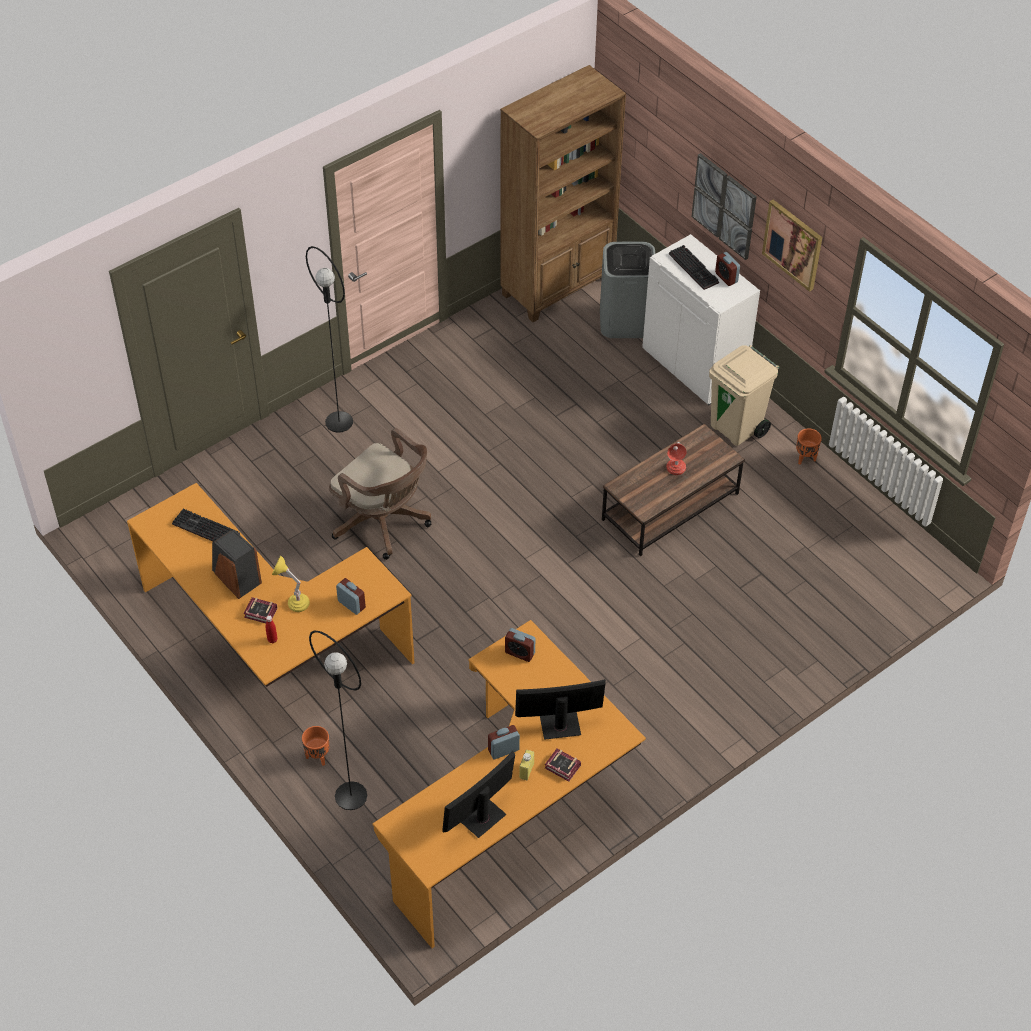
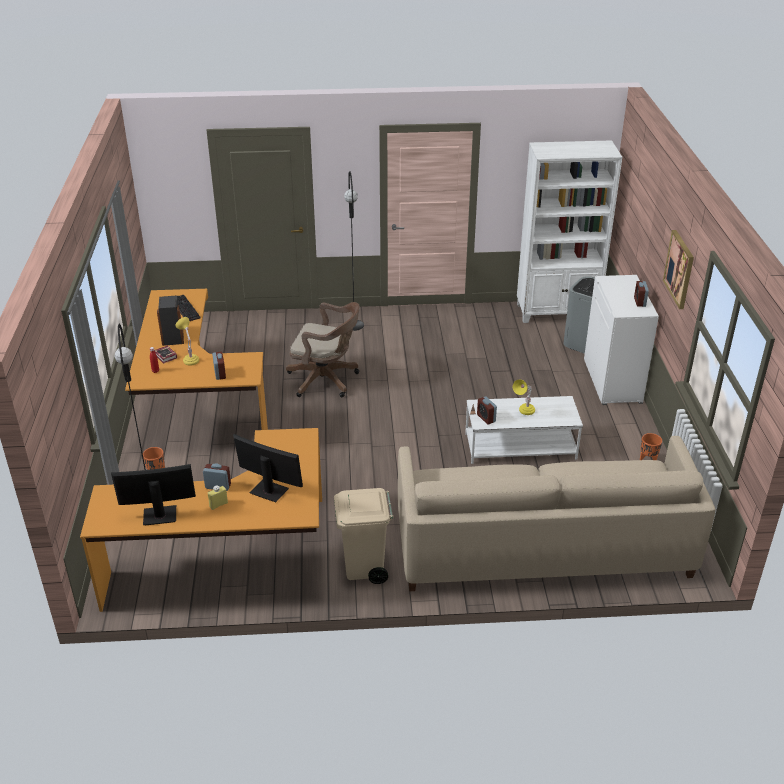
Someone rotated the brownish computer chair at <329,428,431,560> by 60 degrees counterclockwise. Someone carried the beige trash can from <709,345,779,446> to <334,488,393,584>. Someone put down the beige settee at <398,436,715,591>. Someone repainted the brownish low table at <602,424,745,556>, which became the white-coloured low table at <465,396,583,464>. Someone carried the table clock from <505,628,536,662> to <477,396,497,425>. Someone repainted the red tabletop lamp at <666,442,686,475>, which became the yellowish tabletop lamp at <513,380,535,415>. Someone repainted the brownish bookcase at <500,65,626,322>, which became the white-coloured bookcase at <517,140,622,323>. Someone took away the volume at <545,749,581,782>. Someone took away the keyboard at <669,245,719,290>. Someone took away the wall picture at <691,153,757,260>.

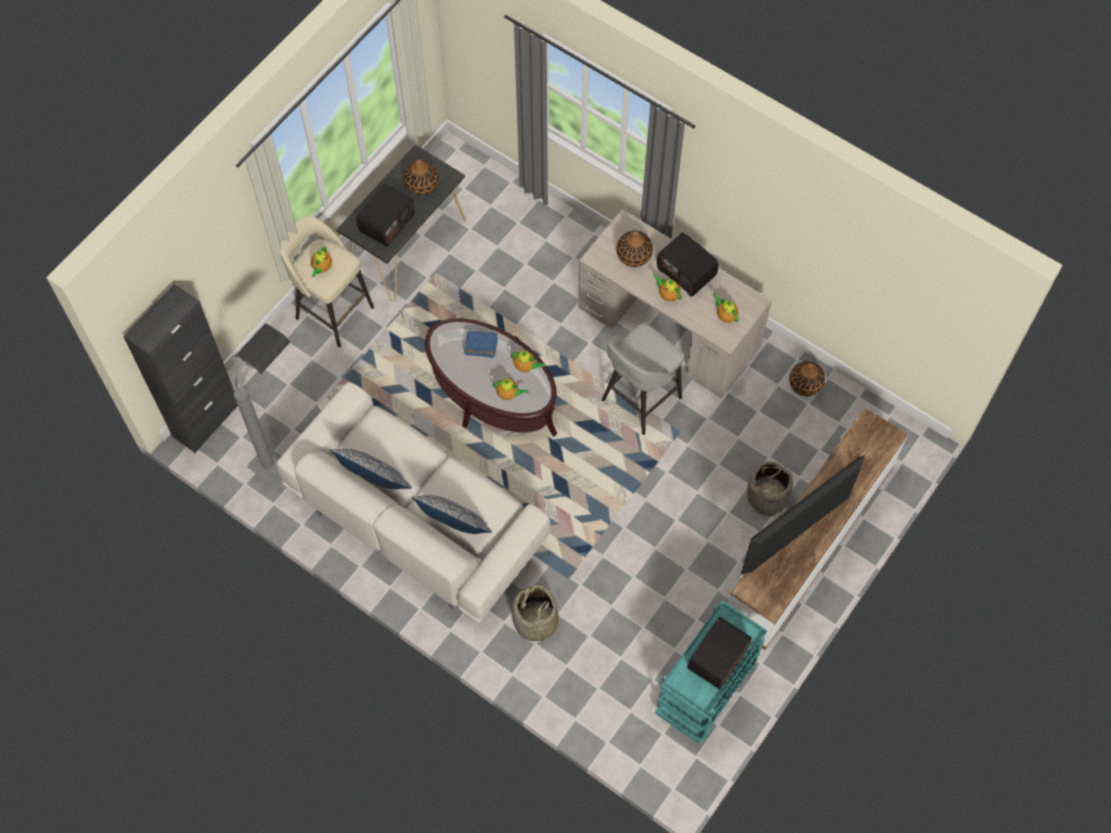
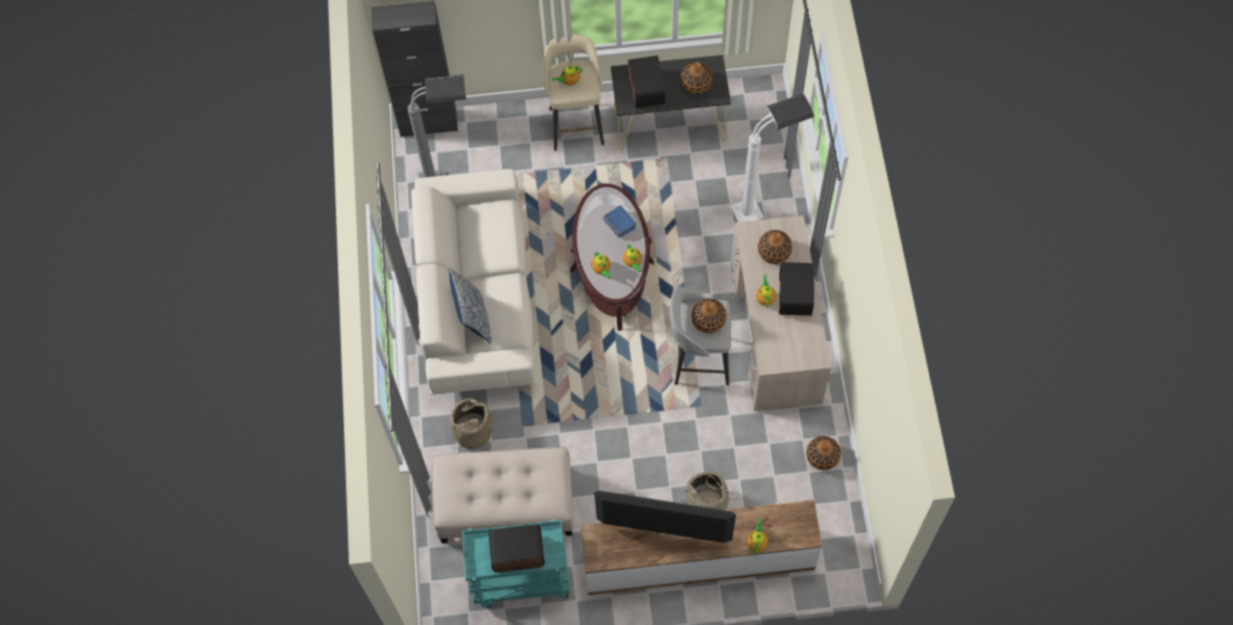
Someone put down the beige footrest at <432,447,573,543>. Someone rotated the radio set at <357,184,414,247> by 90 degrees counterclockwise. Someone put down the decorative vase at <691,298,726,333>. Someone put down the white-coloured floor lamp at <730,93,814,222>. Someone carried the teapot from <713,293,739,323> to <747,518,768,555>. Someone took away the throw pillow at <331,449,412,489>.

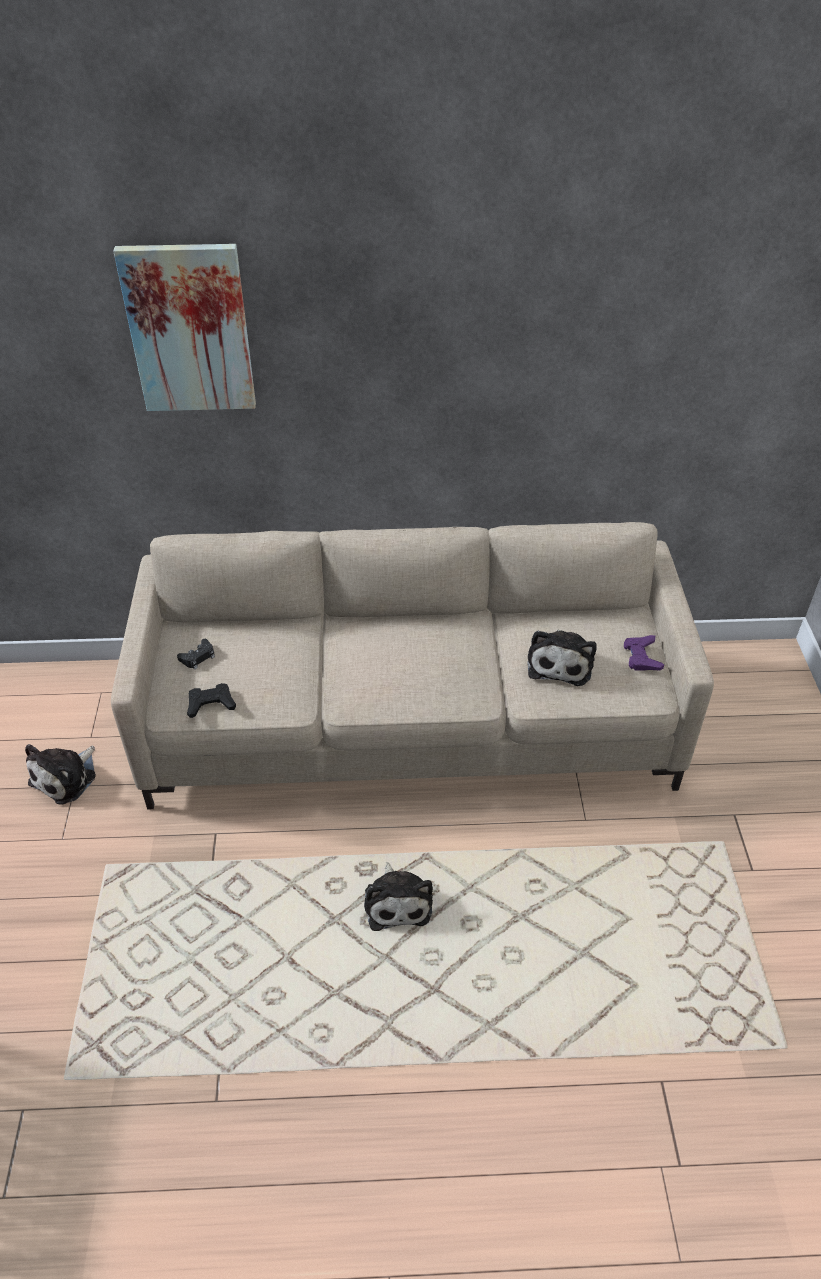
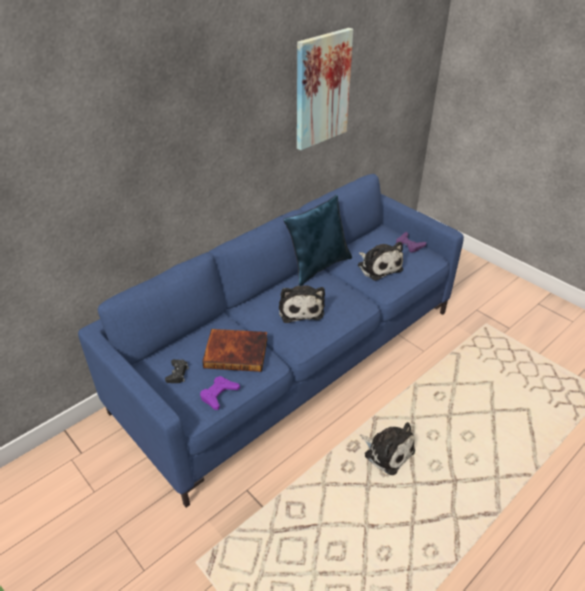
Someone repainted the beige settee at <111,522,714,809>, which became the blue-coloured settee at <78,174,464,508>. Someone repainted the blackish joypad at <187,683,236,718>, which became the purple-coloured joypad at <200,376,240,410>. Someone put down the volume at <202,329,267,372>. Someone carried the plush toy from <25,744,96,805> to <279,285,325,323>. Someone put down the blue-coloured throw pillow at <284,195,352,286>. Someone carried the wall picture from <113,244,256,411> to <297,28,353,150>.

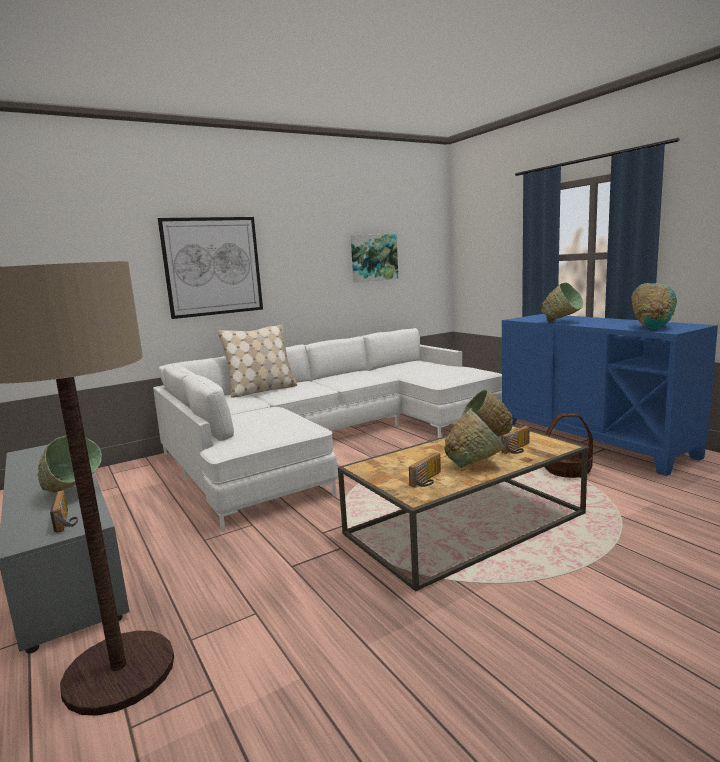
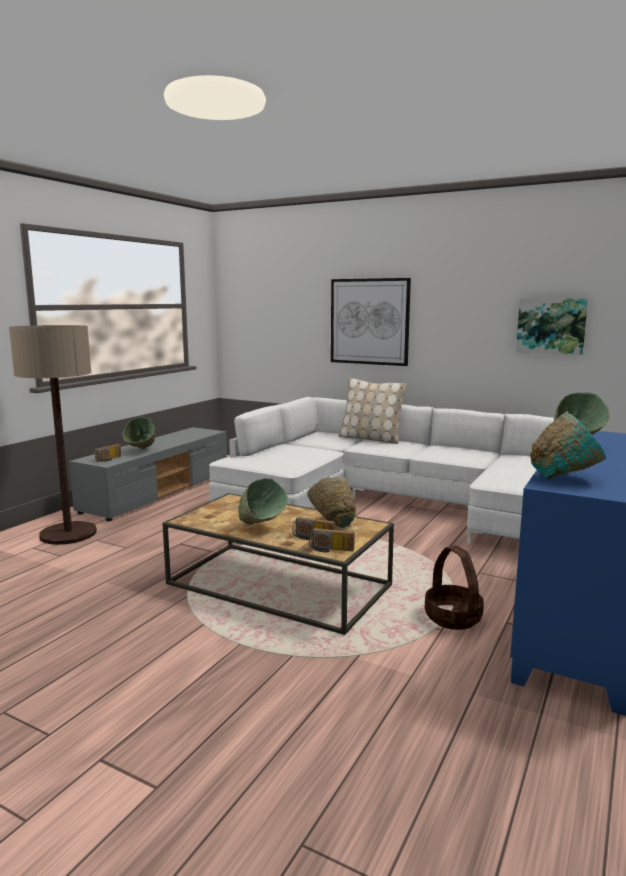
Someone carried the radio set from <409,453,441,487> to <309,528,355,552>.

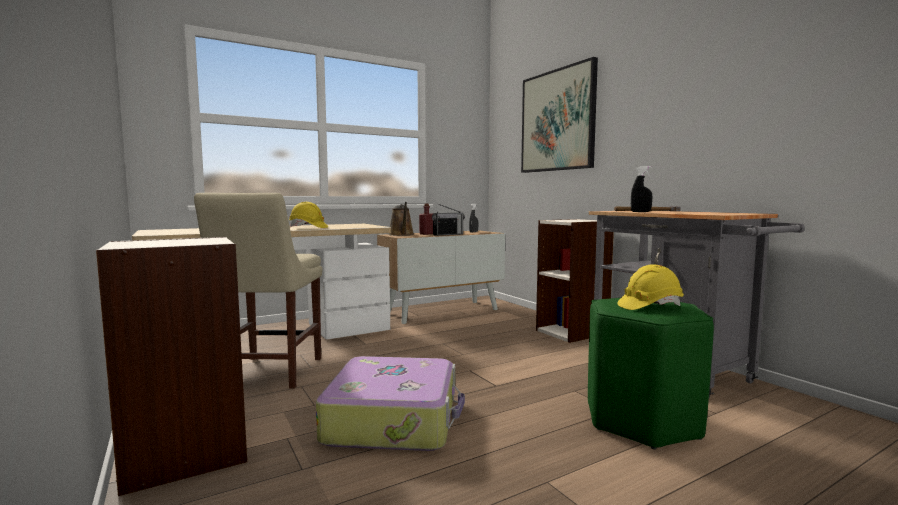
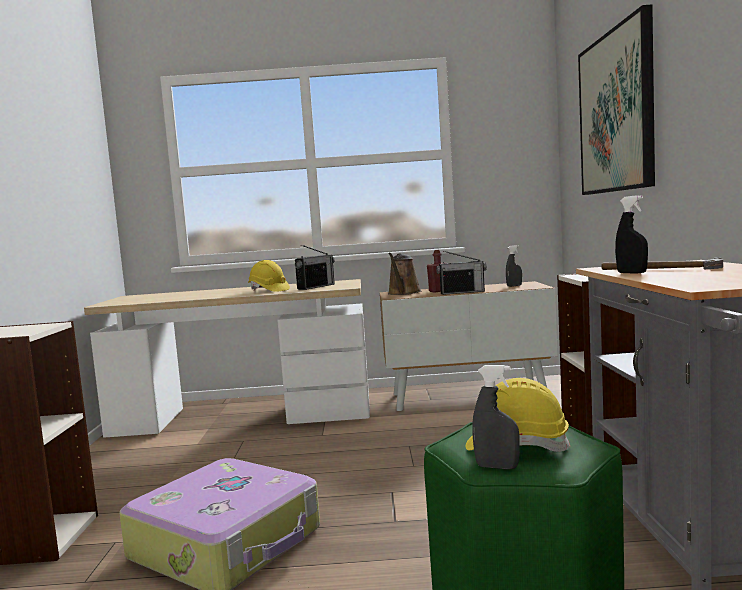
Someone put down the radio set at <295,245,335,290>. Someone put down the gray hand sprayer at <472,365,520,470>. Someone took away the beige chair at <194,193,322,389>.

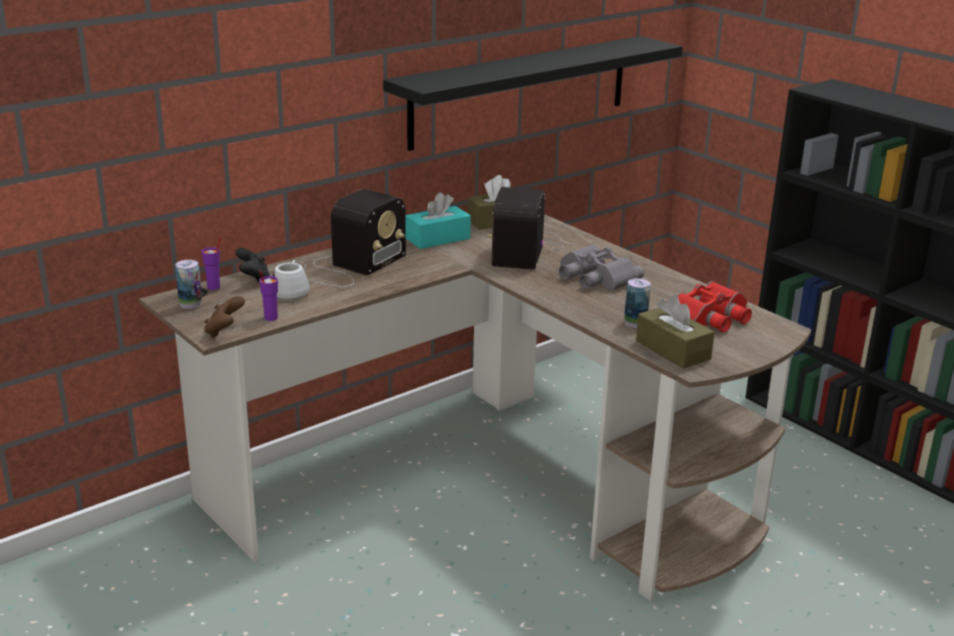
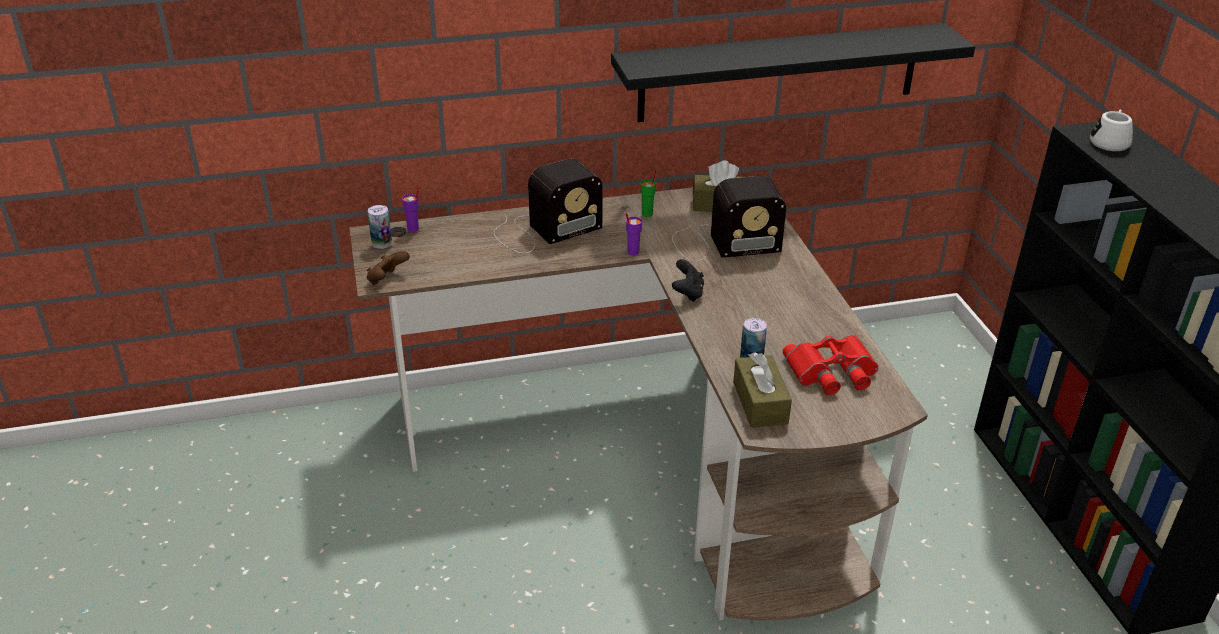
Someone carried the purple-coloured small cup from <259,270,278,321> to <626,213,642,256>. Someone swapped the turquoise tissue box at <405,192,471,249> for the greenish small cup at <641,170,657,217>. Someone rotated the radio set at <487,187,577,270> by 135 degrees counterclockwise. Someone carried the blackish joypad from <235,248,270,282> to <672,259,704,302>. Someone carried the white-coloured mug from <273,260,309,300> to <1090,110,1133,151>. Someone took away the gray pair of binoculars at <559,244,644,291>.

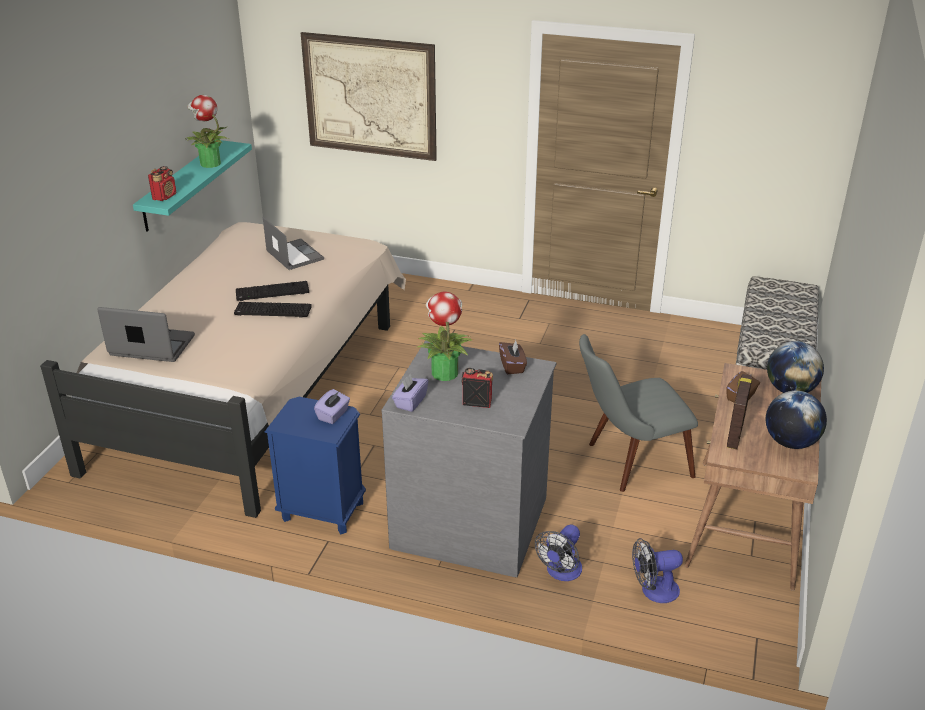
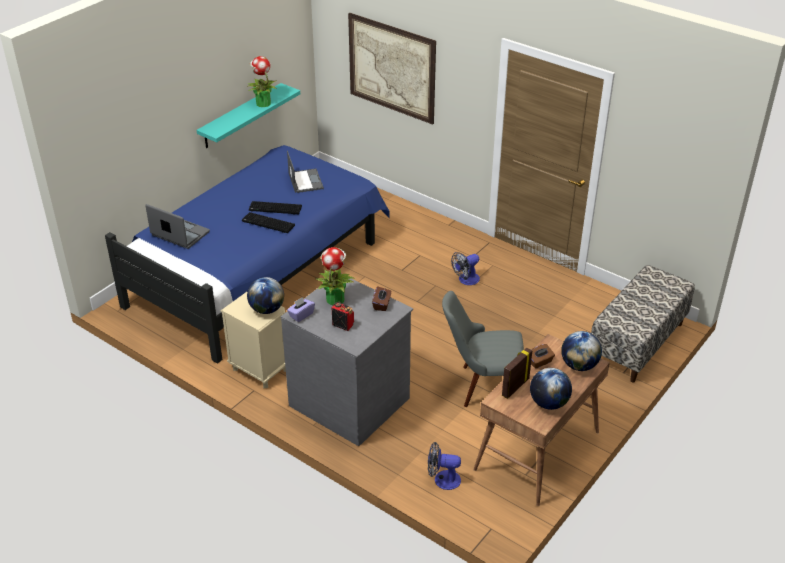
Someone repainted the beige sleeping bed at <40,222,406,518>, which became the blue-coloured sleeping bed at <105,145,390,364>. Someone repainted the blue-coloured nightstand at <265,397,366,534>, which became the beige nightstand at <221,292,286,388>. Someone swapped the purple-coloured tissue box at <314,389,350,424> for the world globe at <247,277,284,314>. Someone carried the cooling fan from <535,524,582,581> to <451,252,480,285>. Someone took away the radio set at <148,166,176,201>.

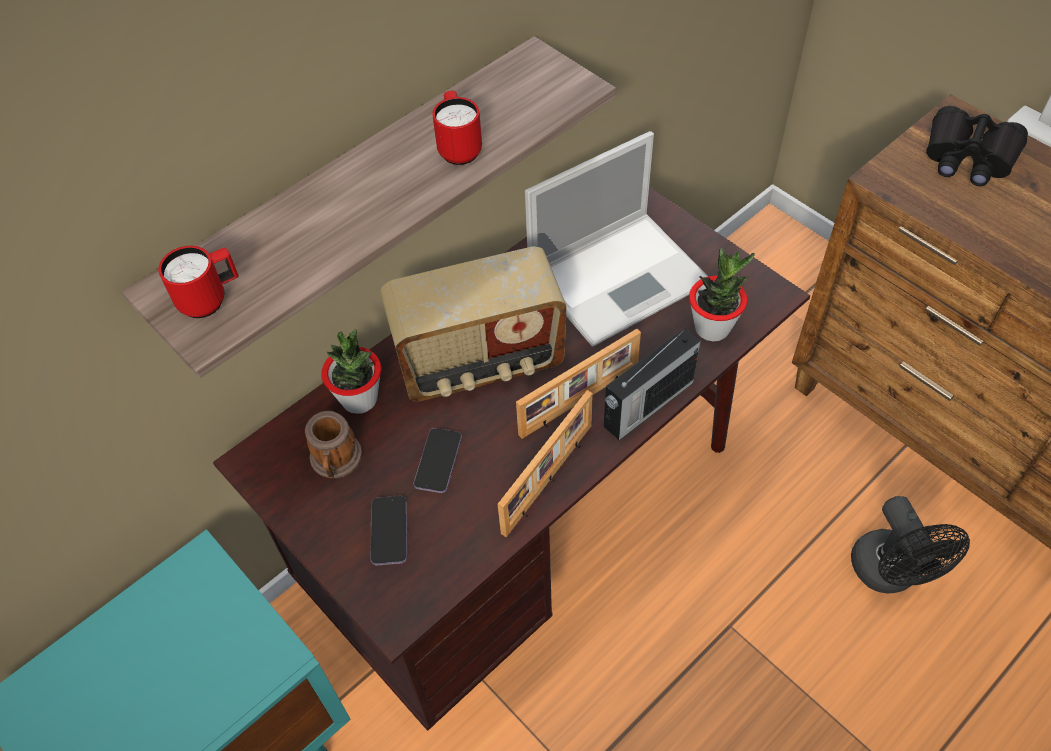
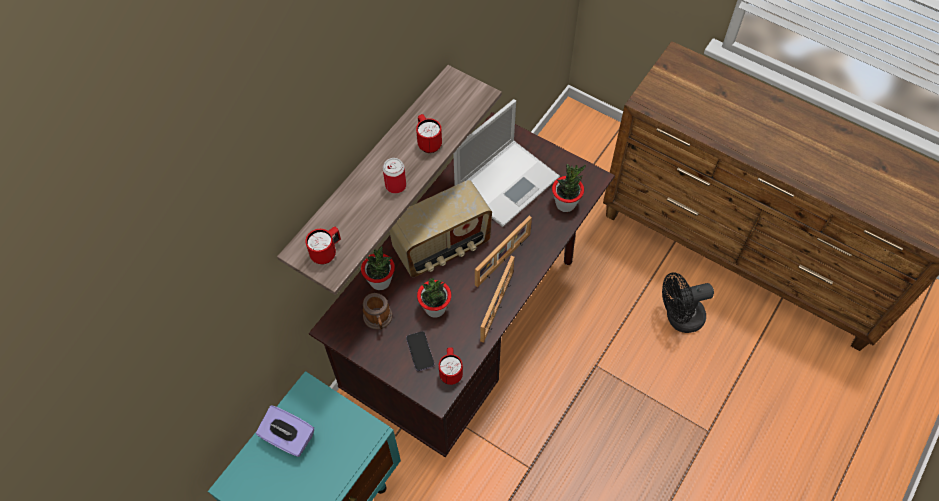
Someone put down the purple-coloured tissue box at <256,405,314,457>. Someone put down the can at <383,158,406,194>. Someone swapped the handset at <414,428,462,493> for the potted plant at <417,278,452,318>. Someone put down the red mug at <439,347,463,385>. Someone rotated the blackish cooling fan at <851,496,970,594> by 105 degrees clockwise. Someone took away the radio set at <604,328,701,440>. Someone took away the blackish pair of binoculars at <926,106,1028,186>.

